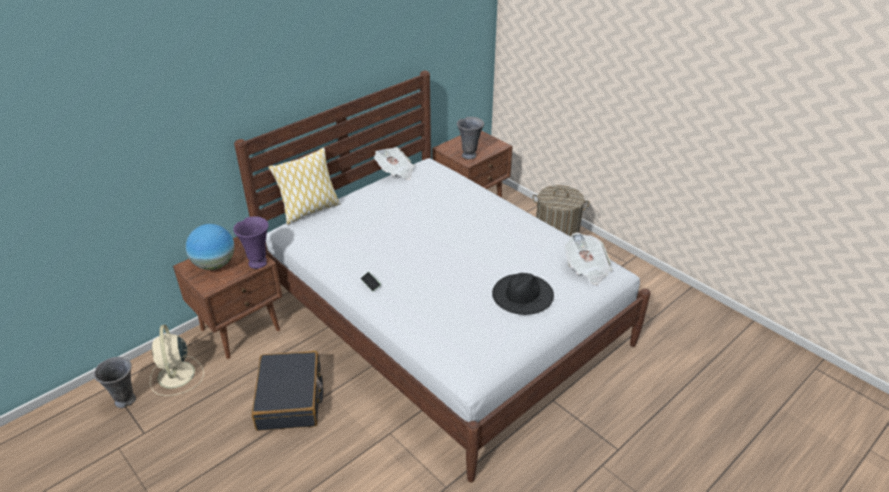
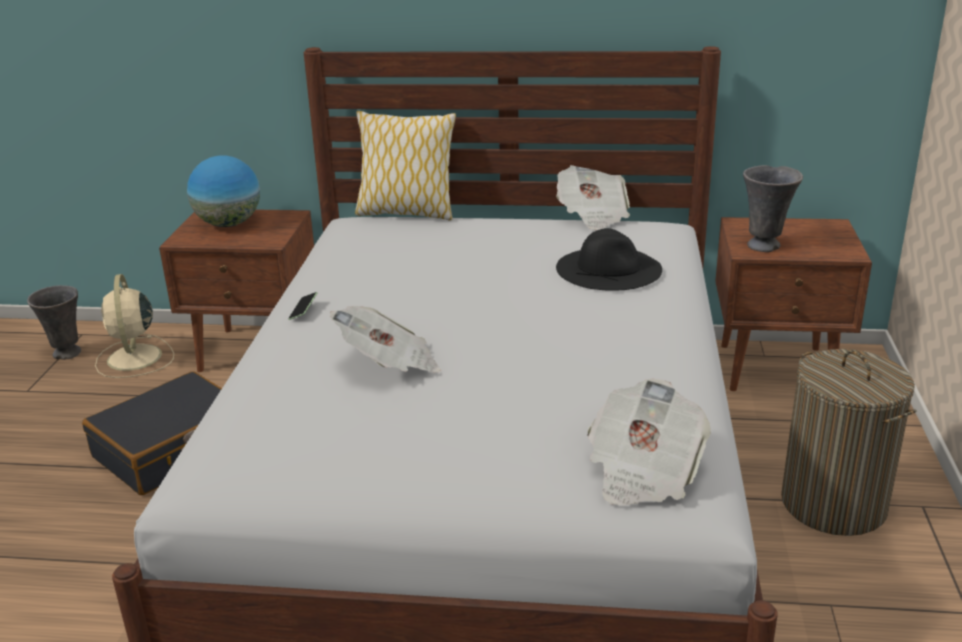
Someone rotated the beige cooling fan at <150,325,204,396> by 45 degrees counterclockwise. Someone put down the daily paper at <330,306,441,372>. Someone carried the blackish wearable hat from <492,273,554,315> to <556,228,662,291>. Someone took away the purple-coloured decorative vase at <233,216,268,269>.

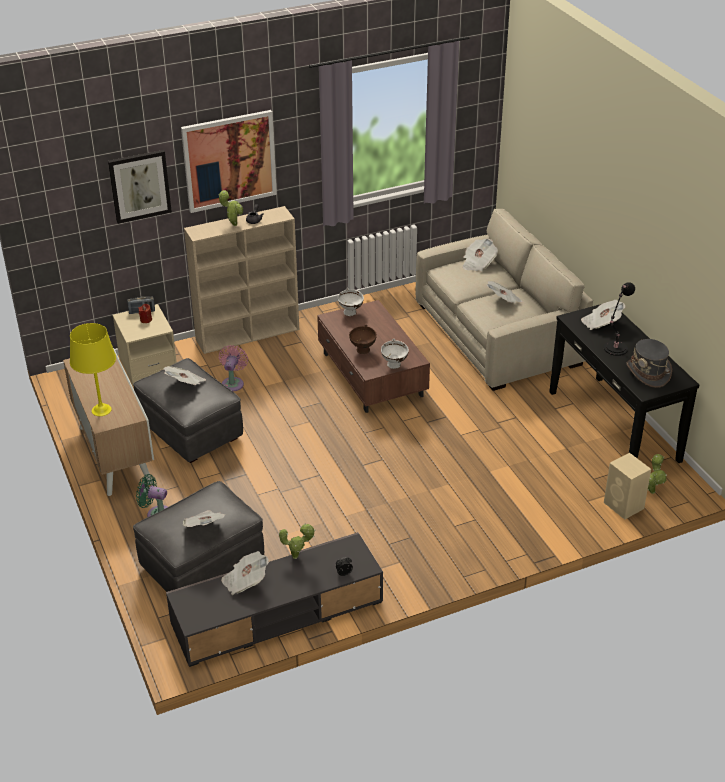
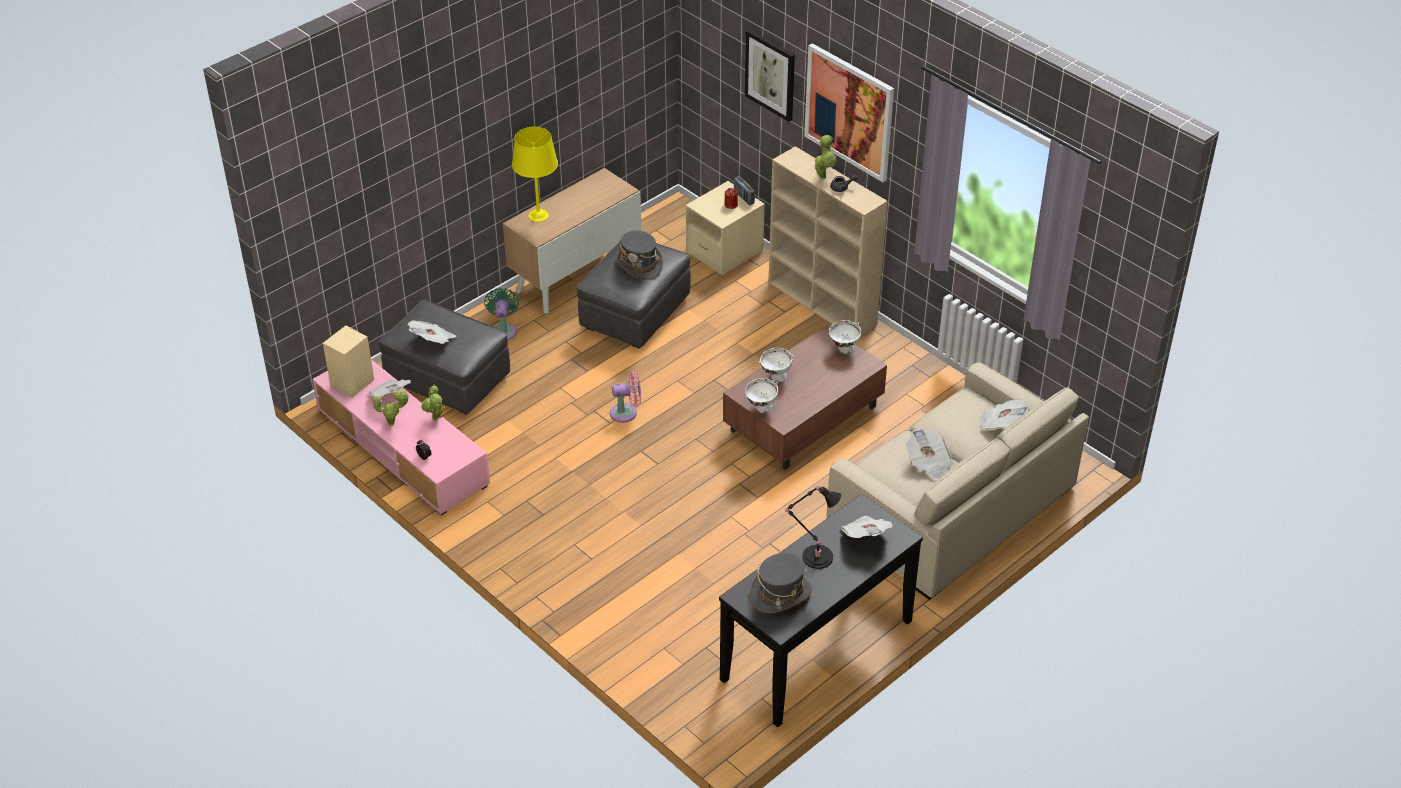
Someone repainted the gray tv stand at <166,532,383,667>, which became the pink tv stand at <312,359,490,516>. Someone carried the beige audio speaker from <604,453,651,520> to <323,326,374,398>. Someone carried the potted plant from <648,454,667,494> to <373,389,409,426>. Someone carried the pink cooling fan from <219,345,248,392> to <610,371,641,423>. Someone swapped the daily paper at <163,366,206,385> for the gray wearable hat at <615,230,663,280>. Someone repainted the brownish bowl at <349,325,377,354>, which became the white-coloured bowl at <759,348,793,382>.

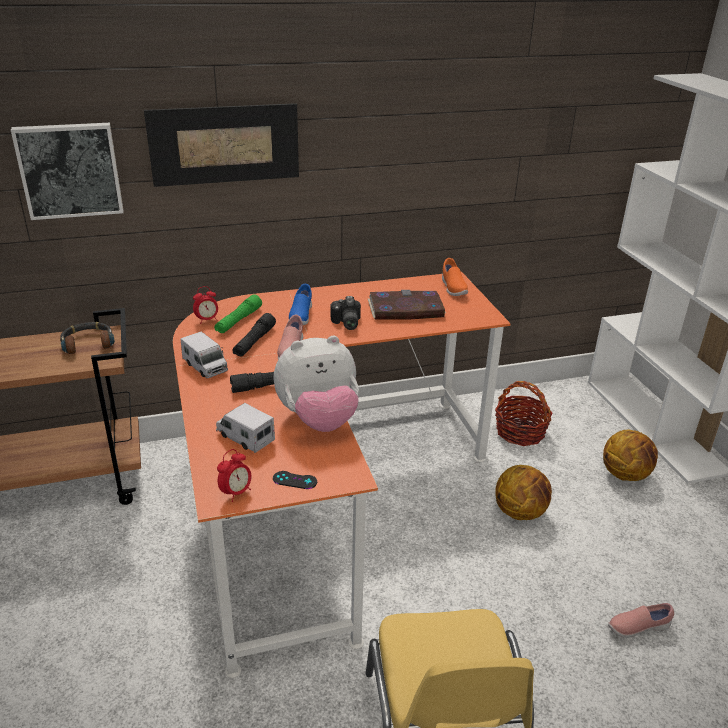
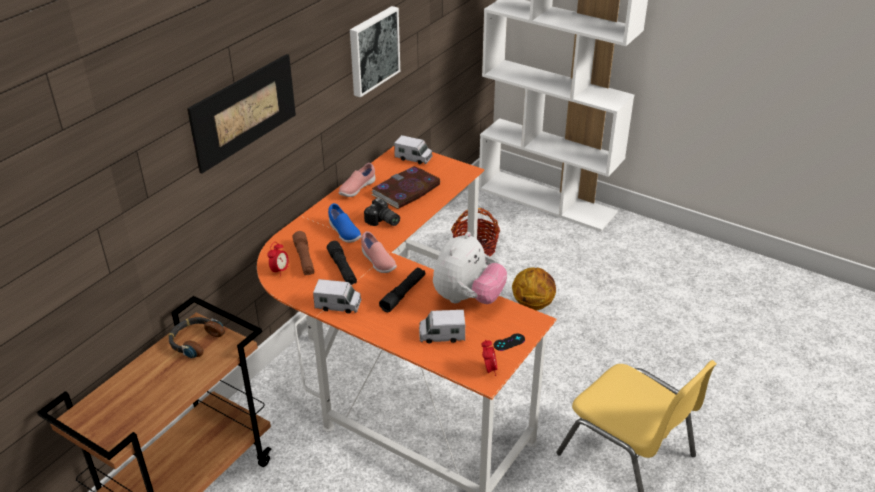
Someone repainted the greenish hand torch at <214,294,262,333>, which became the brownish hand torch at <292,231,315,275>. Someone carried the pink shoe from <608,603,674,638> to <339,163,375,197>. Someone carried the wall picture from <11,123,124,220> to <350,6,400,98>. Someone swapped the orange shoe at <442,258,468,296> for the model truck at <394,135,433,164>. Someone took away the basketball at <603,429,658,481>.

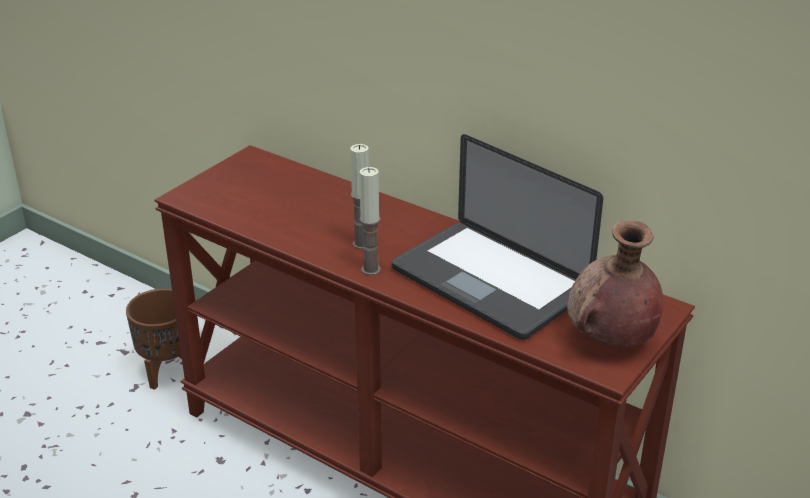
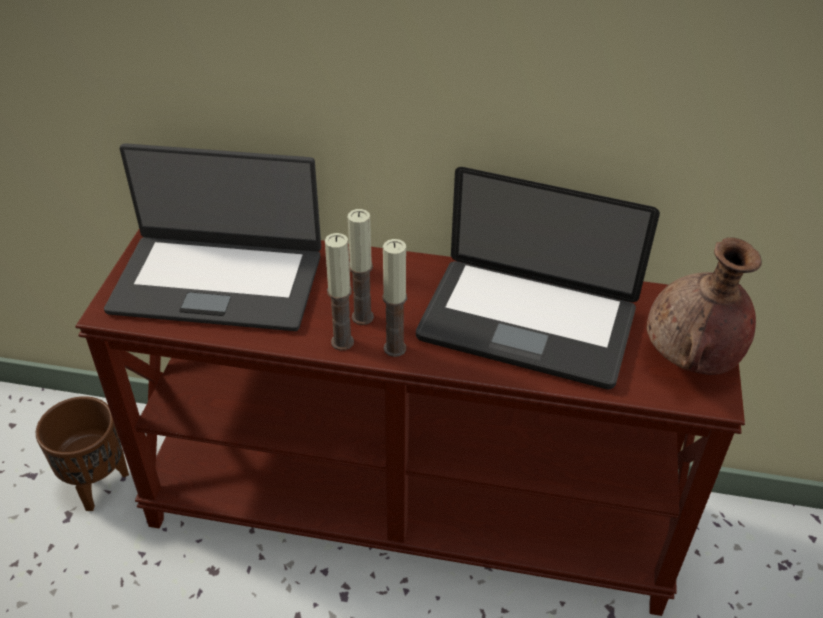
Someone put down the portable computer at <104,143,321,331>. Someone put down the candle at <325,233,354,350>.

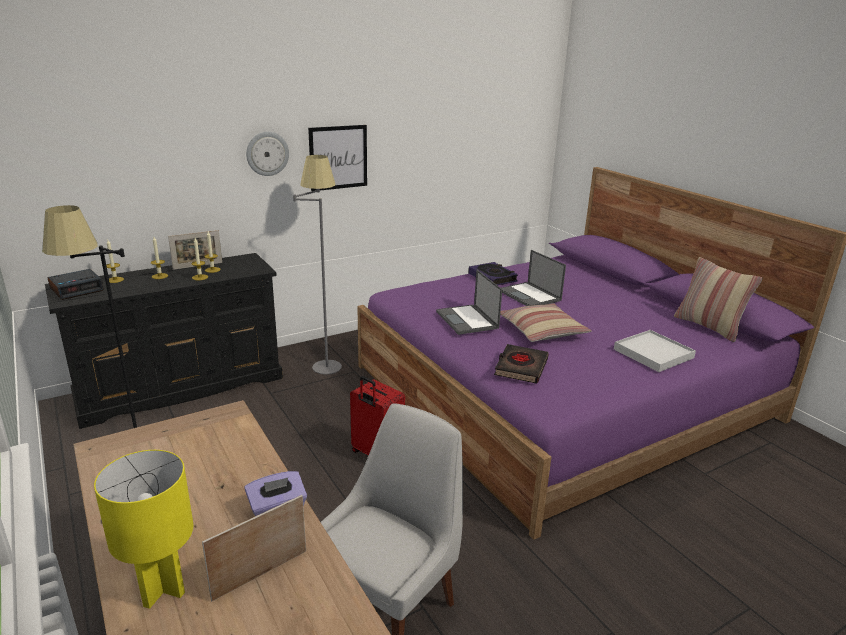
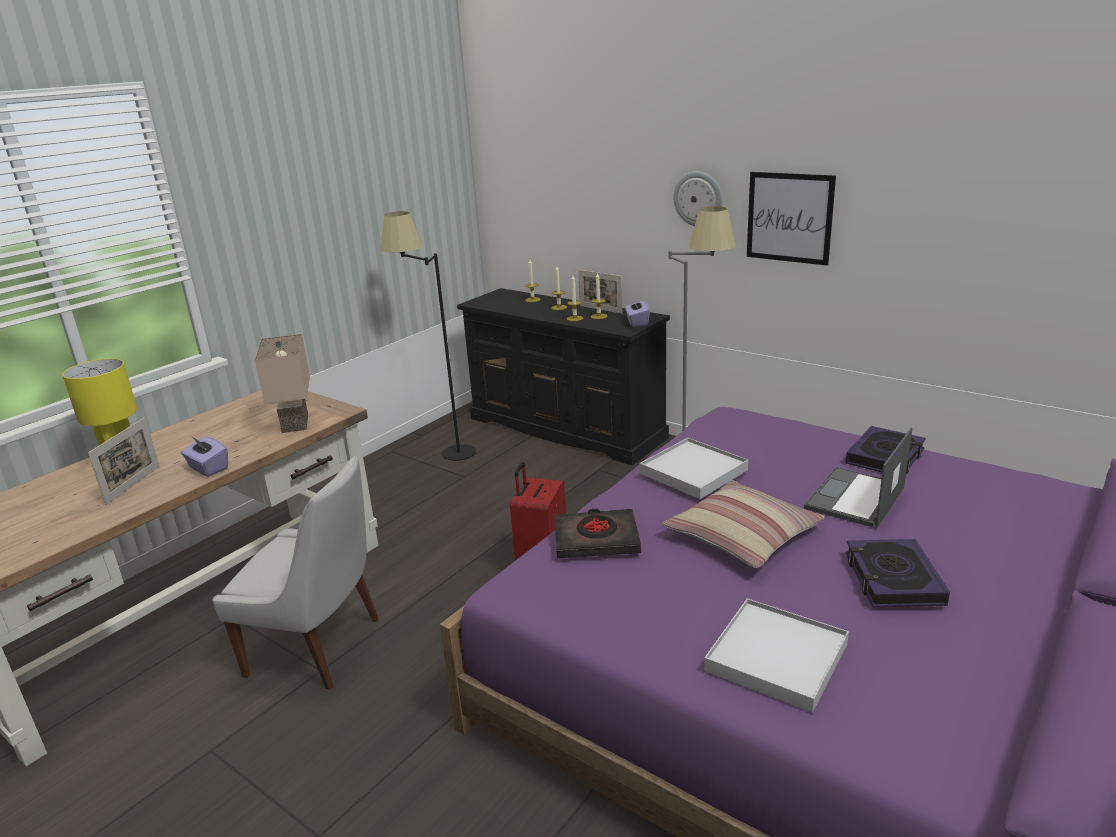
Someone rotated the picture frame at <202,495,306,601> by 75 degrees clockwise. Someone put down the beige tabletop lamp at <255,334,310,433>. Someone put down the purple-coloured tissue box at <625,297,650,327>. Someone swapped the portable computer at <436,270,502,335> for the white-coloured carrying tray at <639,438,748,499>. Someone put down the volume at <846,539,950,607>. Someone took away the table clock at <48,269,104,300>. Someone took away the throw pillow at <674,257,762,342>.

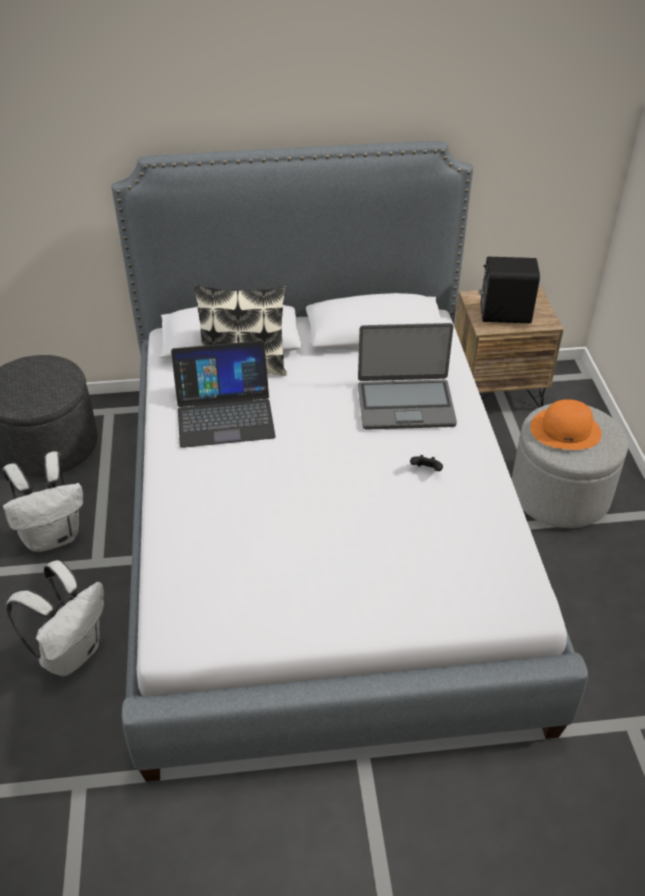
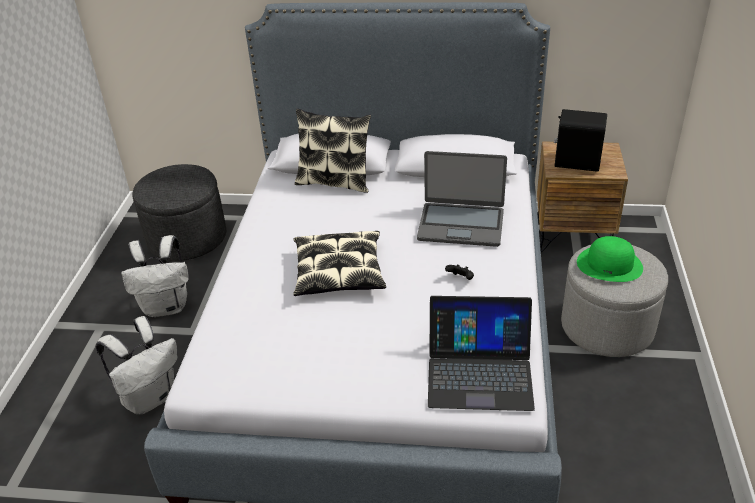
Someone put down the throw pillow at <293,231,386,296>. Someone carried the portable computer from <171,340,276,448> to <428,296,535,411>. Someone repainted the orange wearable hat at <530,399,602,450>, which became the greenish wearable hat at <577,236,643,282>.

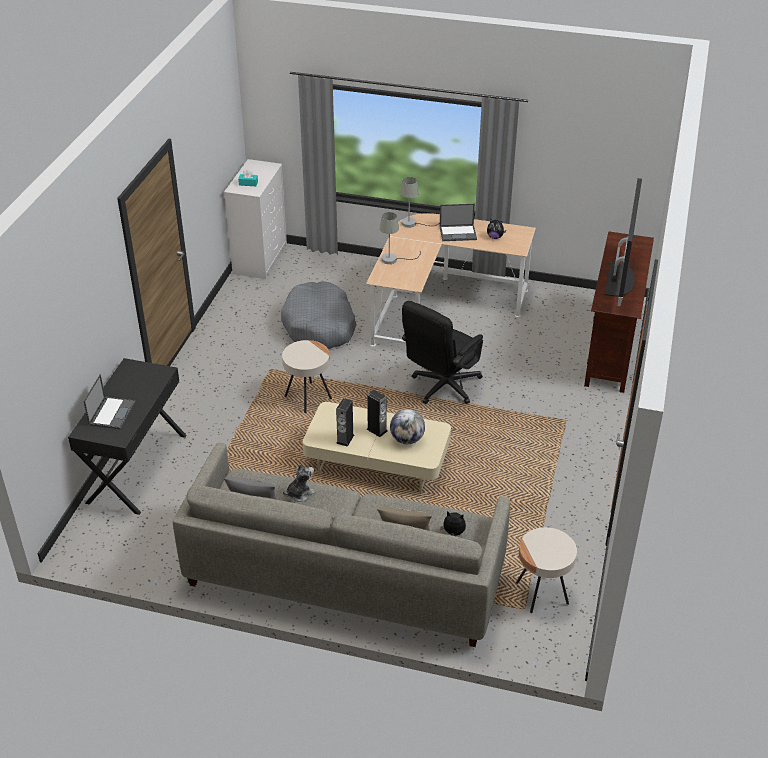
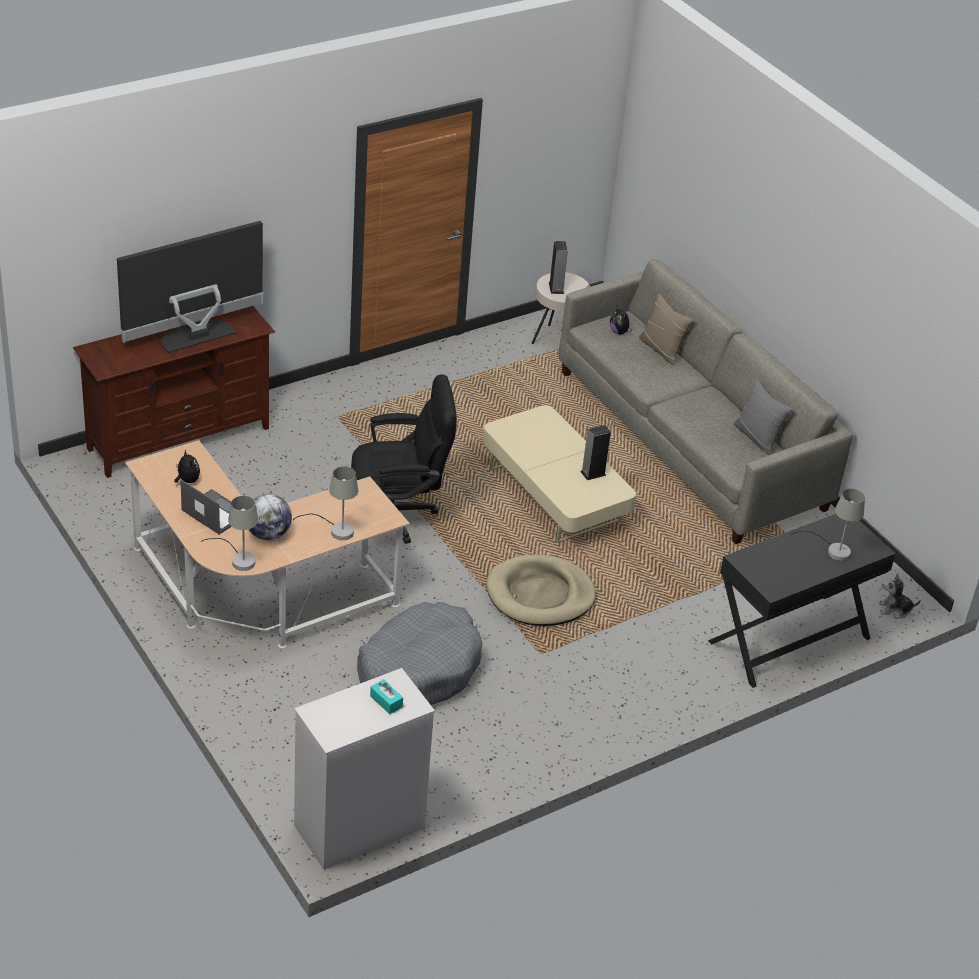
Someone carried the world globe from <390,409,425,444> to <248,494,292,540>. Someone swapped the beige accent table at <282,340,332,413> for the beige dog bed at <486,554,596,626>. Someone carried the audio speaker from <367,390,387,437> to <549,241,568,294>. Someone swapped the portable computer at <84,374,136,429> for the gray tabletop lamp at <790,489,865,561>. Someone carried the plush toy from <283,464,315,502> to <880,573,921,619>.

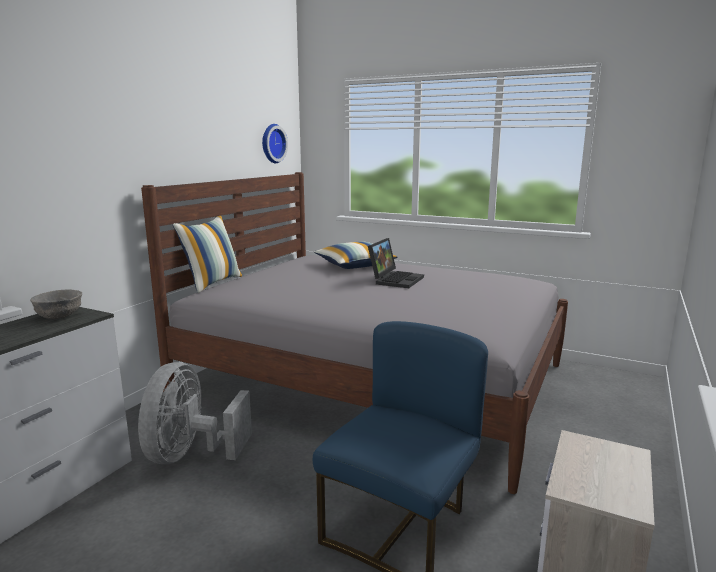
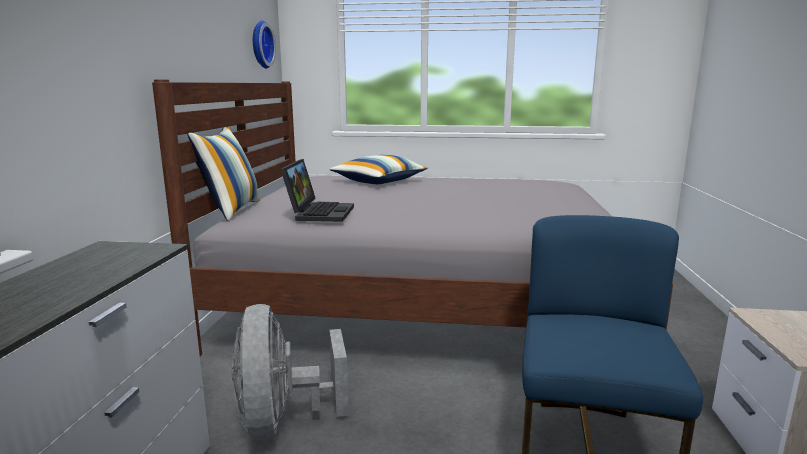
Someone carried the portable computer from <368,238,424,288> to <280,159,354,222>. Someone took away the gray bowl at <30,290,82,319>.

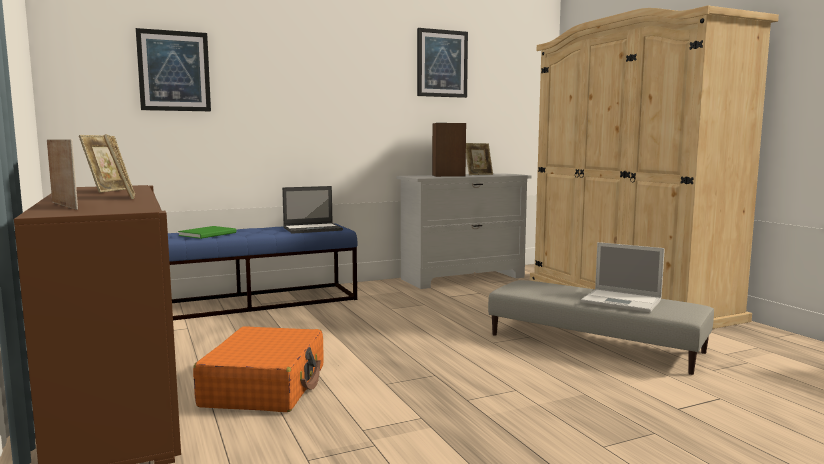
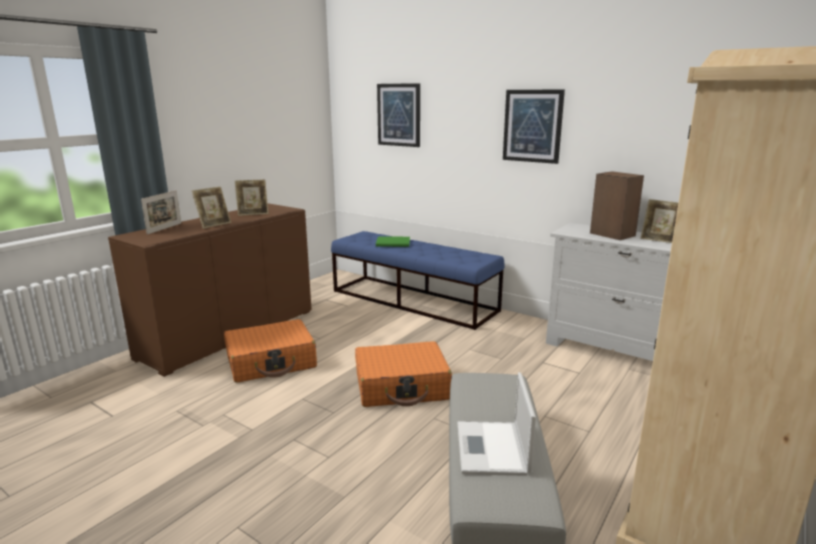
Someone put down the orange travel case at <355,341,452,407>. Someone carried the wall picture from <417,28,468,98> to <503,90,565,164>. Someone took away the portable computer at <282,186,343,234>.

